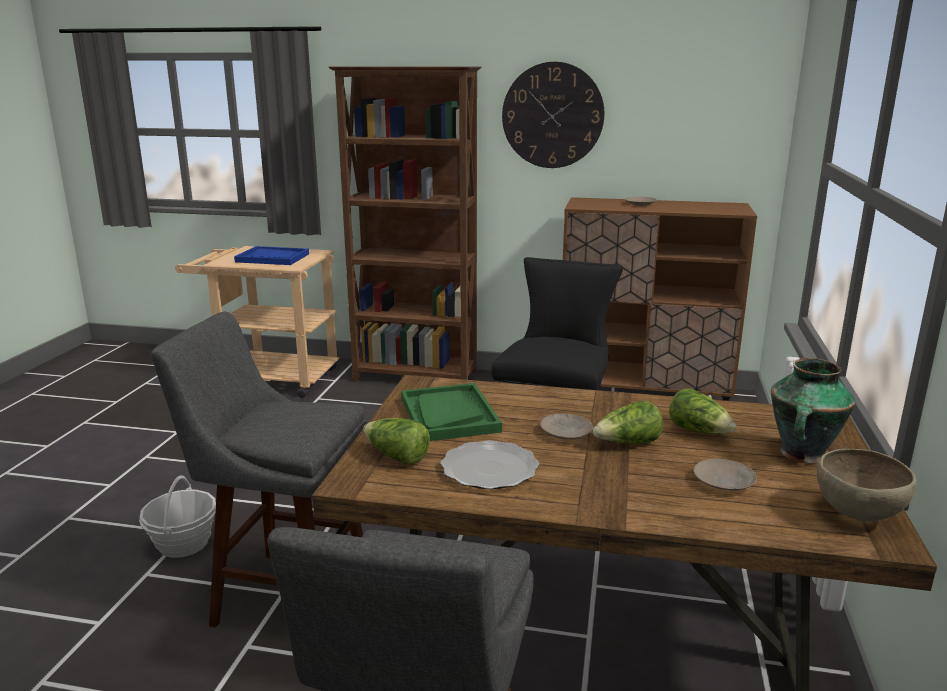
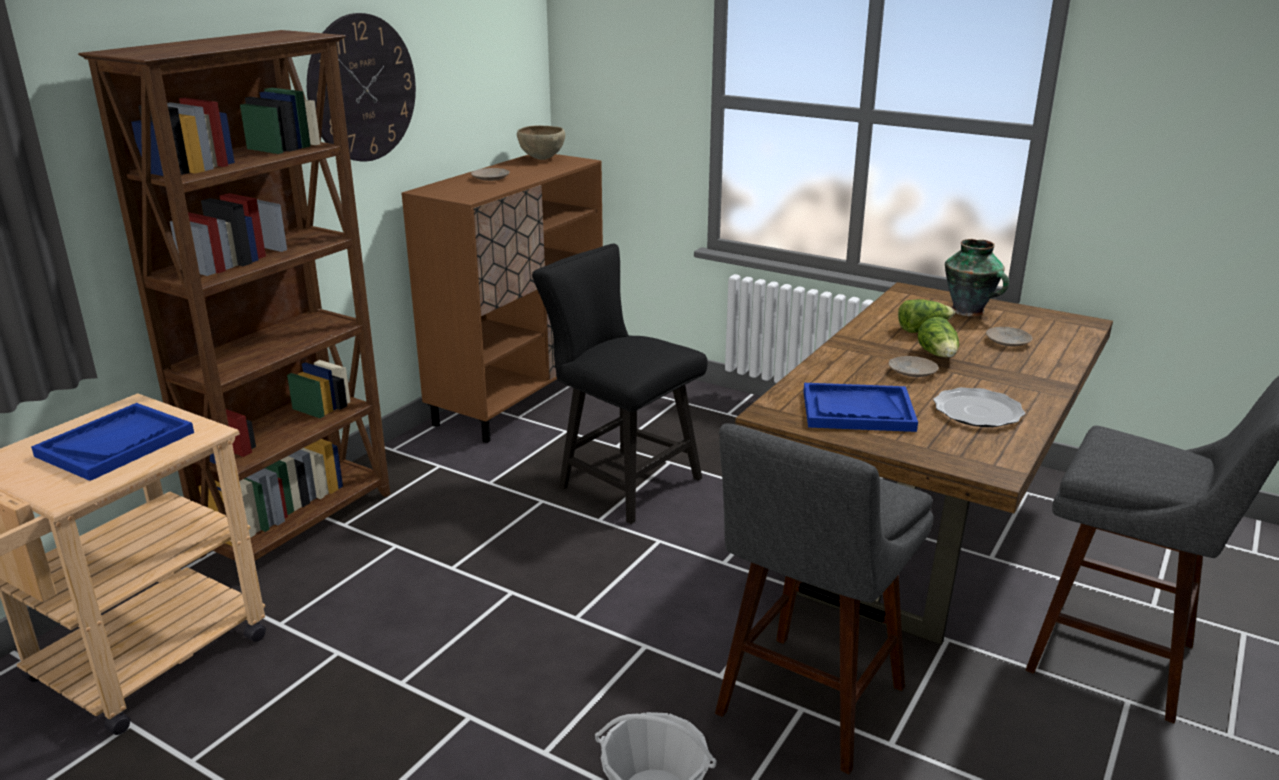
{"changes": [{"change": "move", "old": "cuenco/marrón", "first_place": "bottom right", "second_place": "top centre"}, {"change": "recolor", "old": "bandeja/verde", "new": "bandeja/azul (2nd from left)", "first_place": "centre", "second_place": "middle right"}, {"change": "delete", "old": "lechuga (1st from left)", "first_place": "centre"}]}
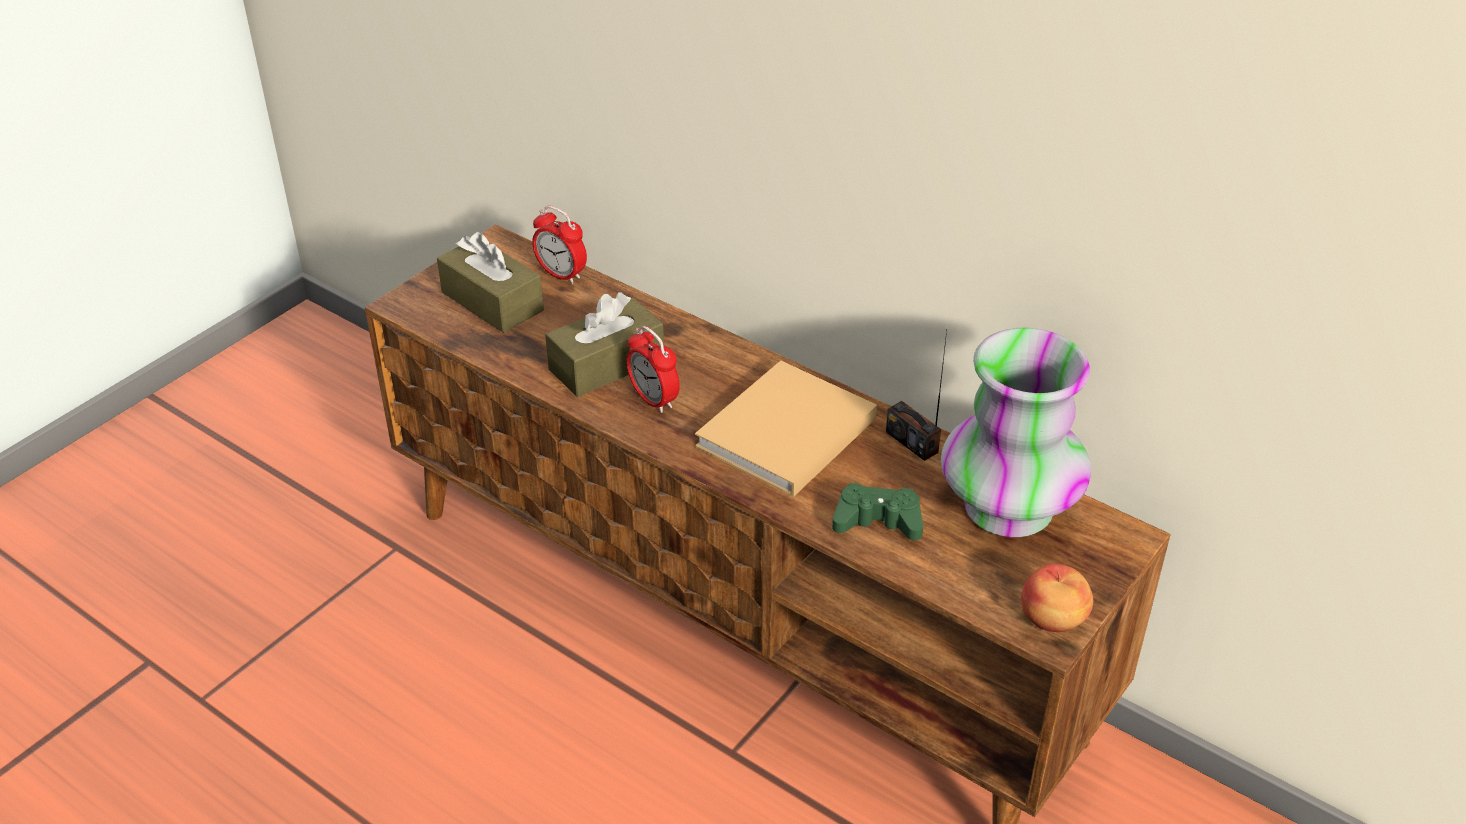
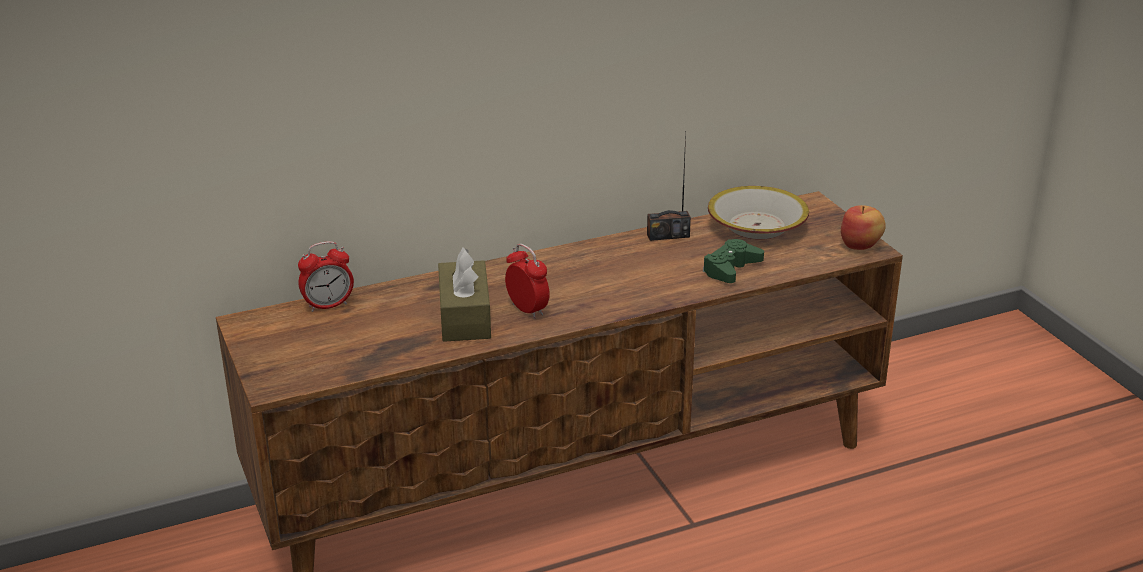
{"changes": [{"change": "rotate", "old": "despertador (2nd from left)", "first_place": "centre", "second_place": "centre", "degrees": -120}, {"change": "replace", "old": "florero", "new": "cuenco", "first_place": "middle right", "second_place": "centre"}, {"change": "delete", "old": "caja de pañuelos/marrón (1st from left)", "first_place": "centre"}, {"change": "delete", "old": "libro/beis", "first_place": "centre"}]}
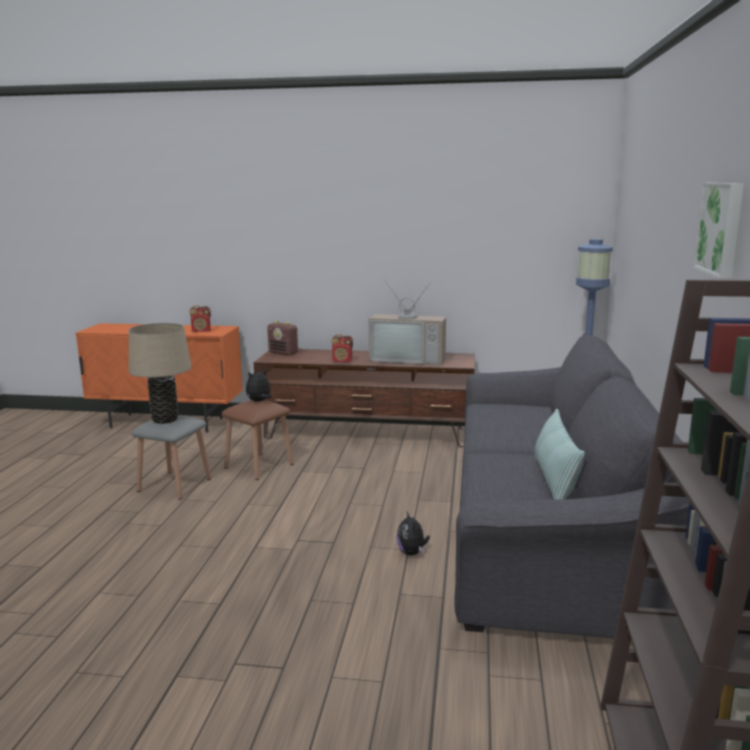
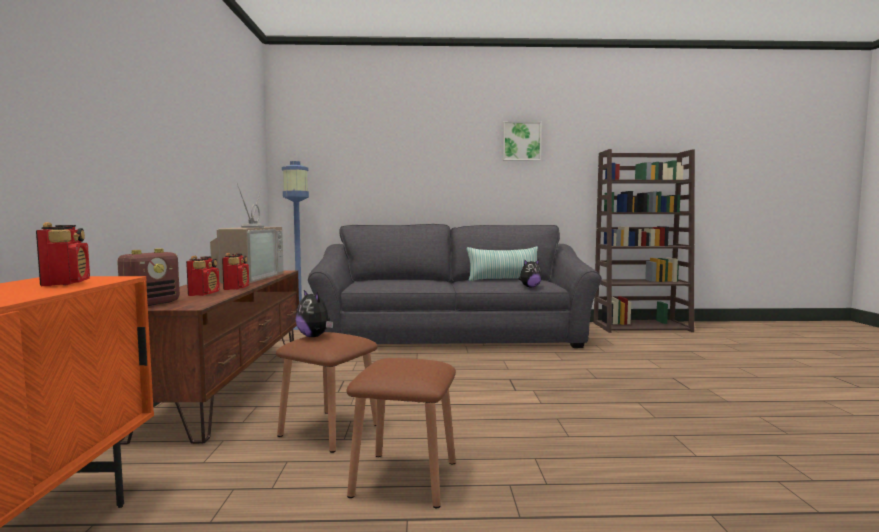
{"changes": [{"change": "insert", "new": "radio (3rd from left)", "second_place": "middle left"}, {"change": "recolor", "old": "taburete/gris", "new": "taburete/marrón (2nd from left)", "first_place": "middle left", "second_place": "bottom centre"}, {"change": "move", "old": "peluche (2nd from left)", "first_place": "bottom centre", "second_place": "centre"}, {"change": "delete", "old": "lámpara de mesa/beis", "first_place": "middle left"}]}
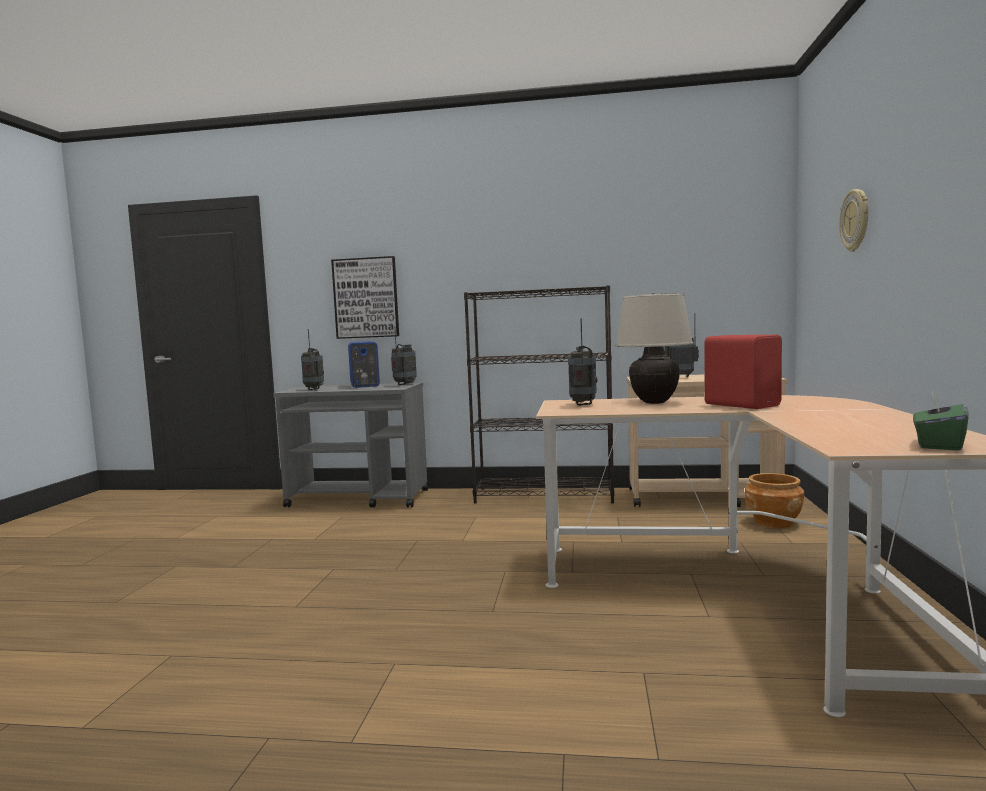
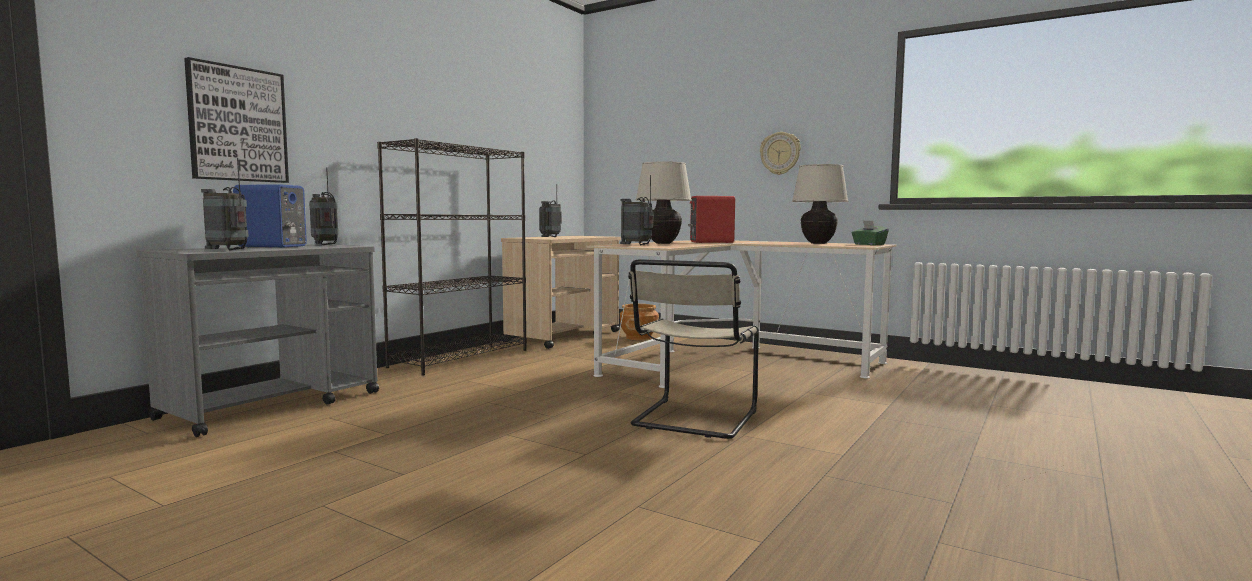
{"changes": [{"change": "insert", "new": "silla/beis", "second_place": "centre"}, {"change": "move", "old": "reloj de pared", "first_place": "top right", "second_place": "top centre"}, {"change": "insert", "new": "lámpara de mesa/beis (2nd from left)", "second_place": "centre"}]}
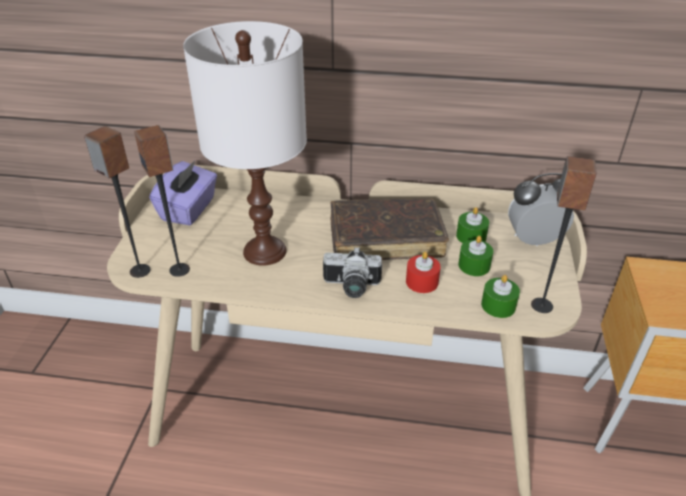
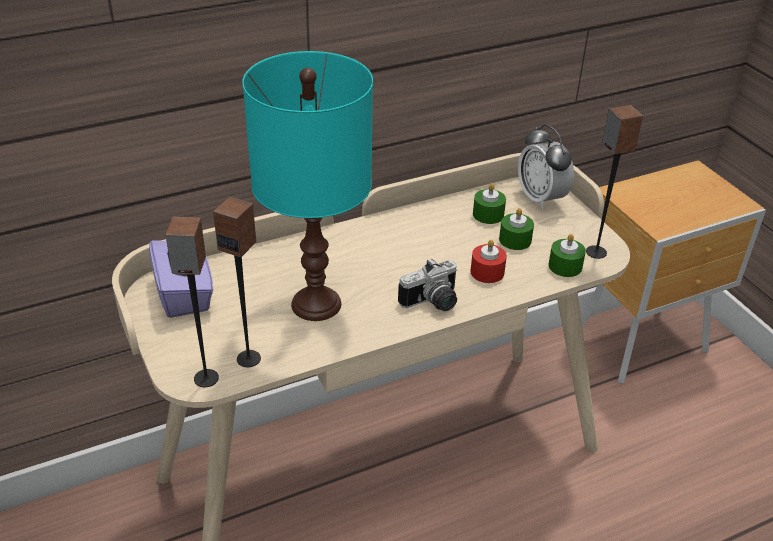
{"changes": [{"change": "recolor", "old": "lámpara de mesa/blanco", "new": "lámpara de mesa/turquesa", "first_place": "top centre", "second_place": "centre"}, {"change": "rotate", "old": "despertador", "first_place": "middle right", "second_place": "top right", "degrees": -75}, {"change": "delete", "old": "libro/marrón", "first_place": "centre"}]}
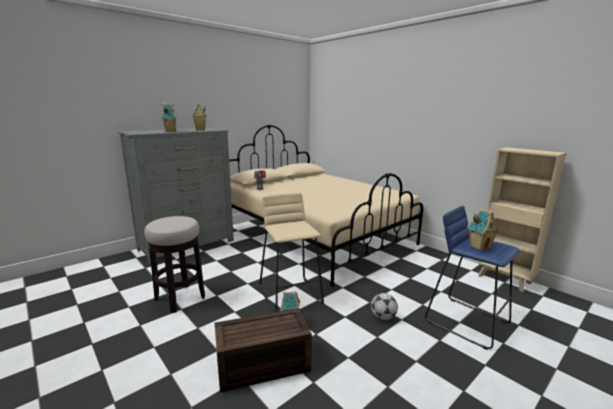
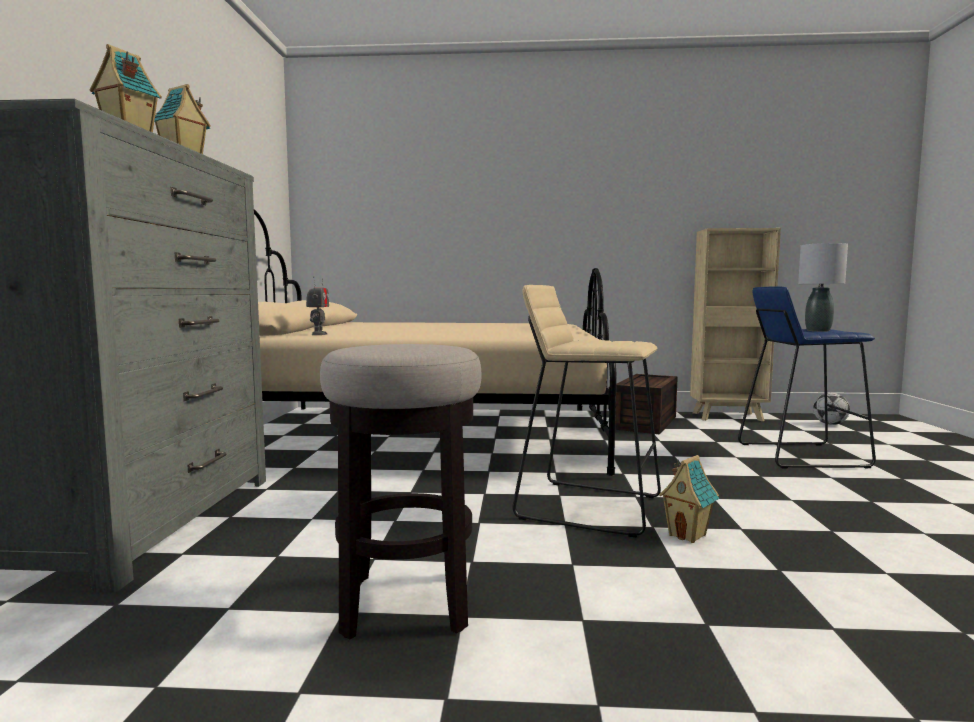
{"changes": [{"change": "move", "old": "caja de almacenaje/marrón", "first_place": "bottom centre", "second_place": "centre"}, {"change": "replace", "old": "casita (4th from left)", "new": "lámpara de mesa/gris", "first_place": "middle right", "second_place": "middle right"}, {"change": "move", "old": "balón de fútbol", "first_place": "bottom centre", "second_place": "middle right"}]}
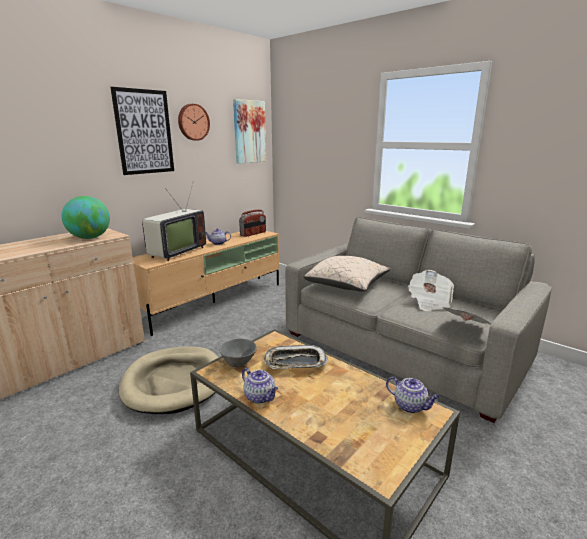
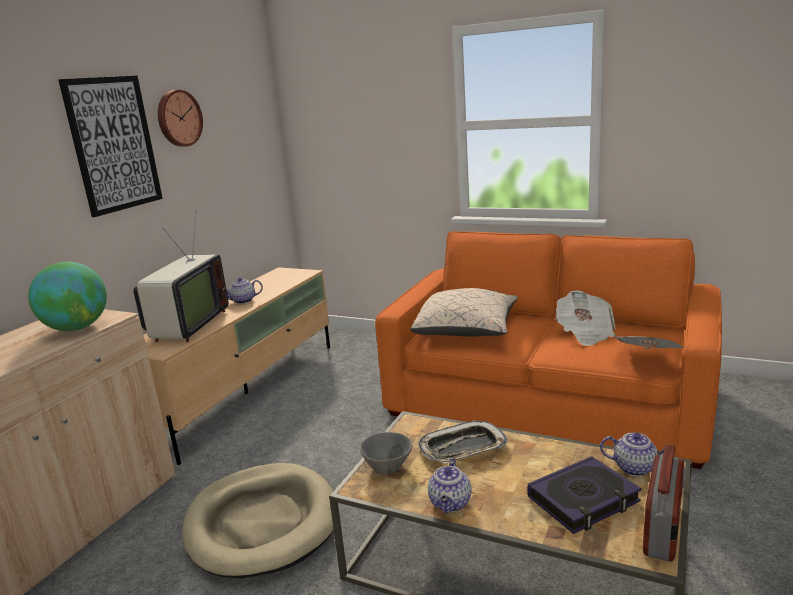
{"changes": [{"change": "recolor", "old": "sofá/gris", "new": "sofá/naranja", "first_place": "middle right", "second_place": "middle right"}, {"change": "rotate", "old": "tetera (2nd from left)", "first_place": "bottom centre", "second_place": "bottom centre", "degrees": 75}, {"change": "insert", "new": "libro", "second_place": "bottom right"}, {"change": "move", "old": "radio", "first_place": "centre", "second_place": "bottom right"}, {"change": "delete", "old": "cuadro (2nd from left)", "first_place": "top centre"}]}
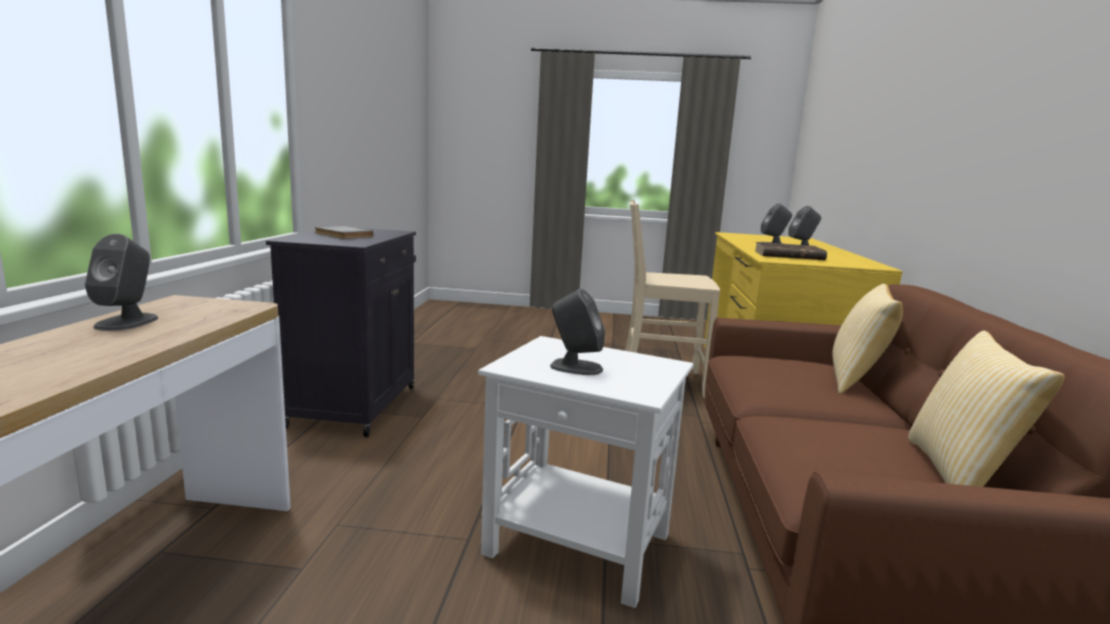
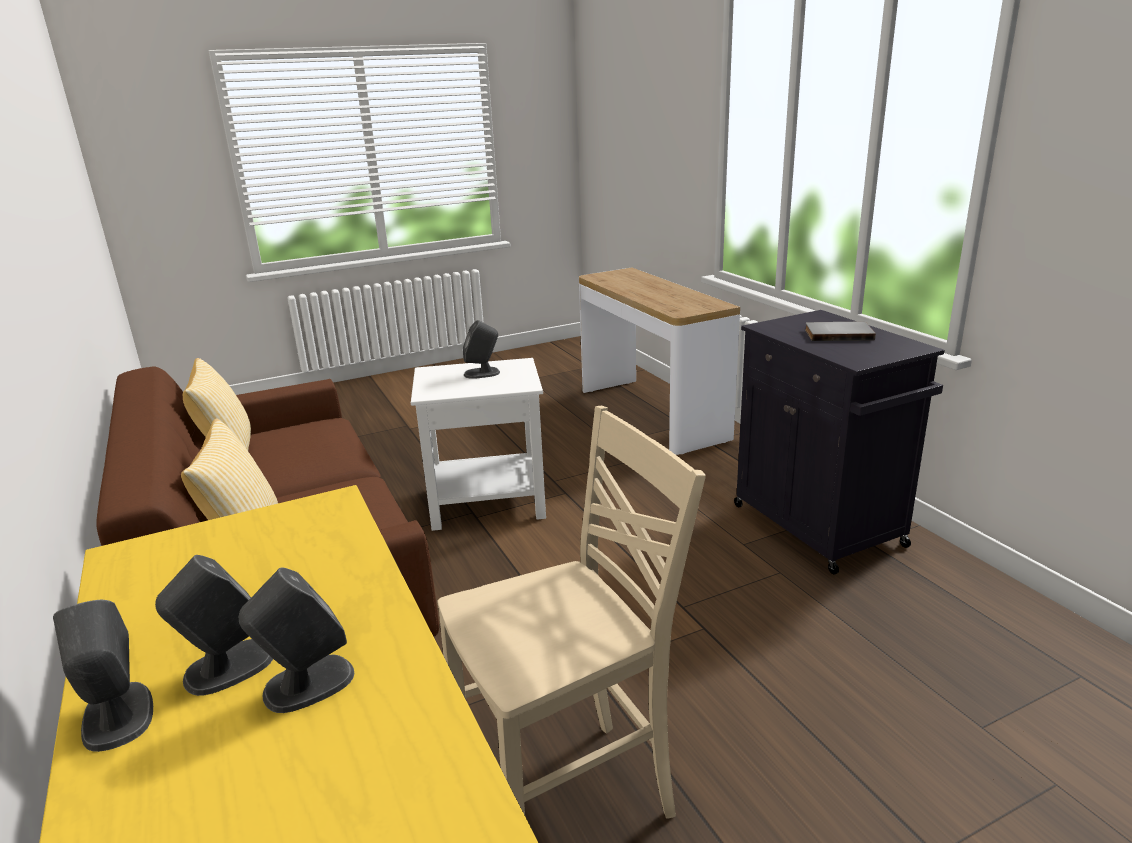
{"changes": [{"change": "move", "old": "altavoz/gris (1st from left)", "first_place": "middle left", "second_place": "bottom left"}, {"change": "delete", "old": "libro/marrón", "first_place": "middle right"}]}
